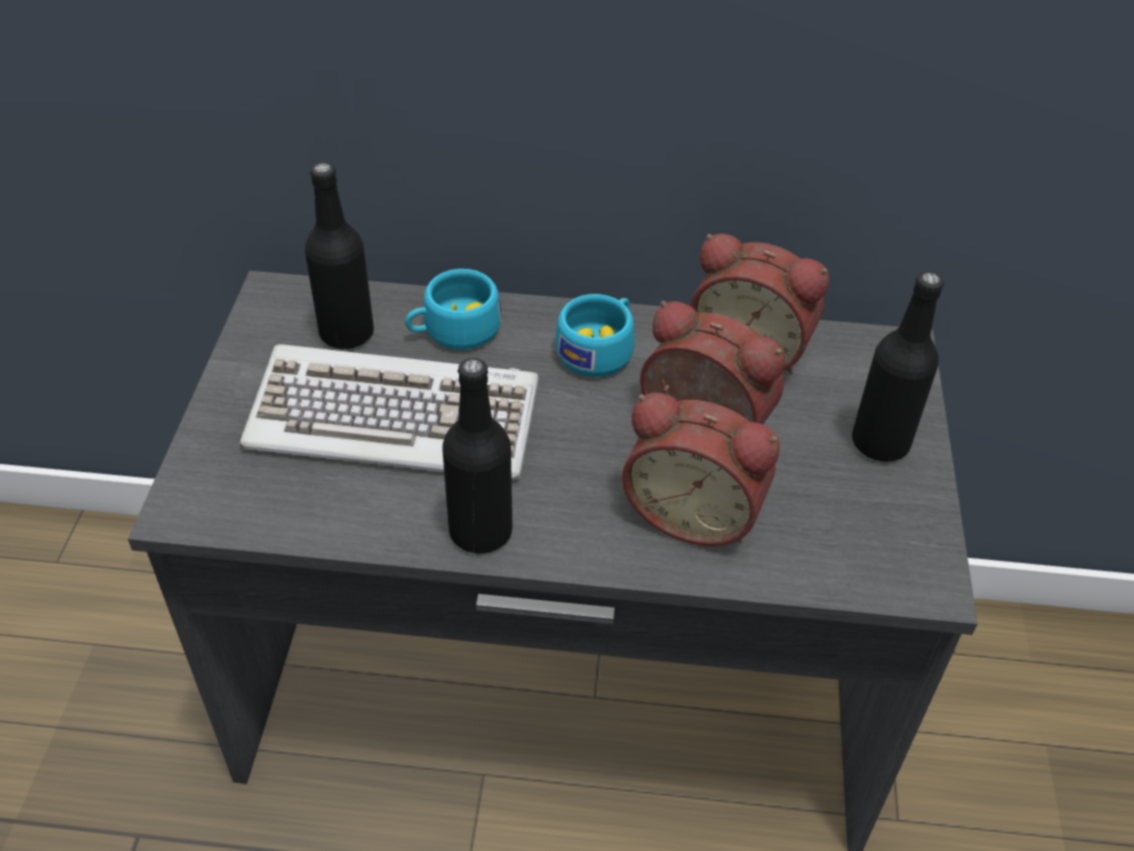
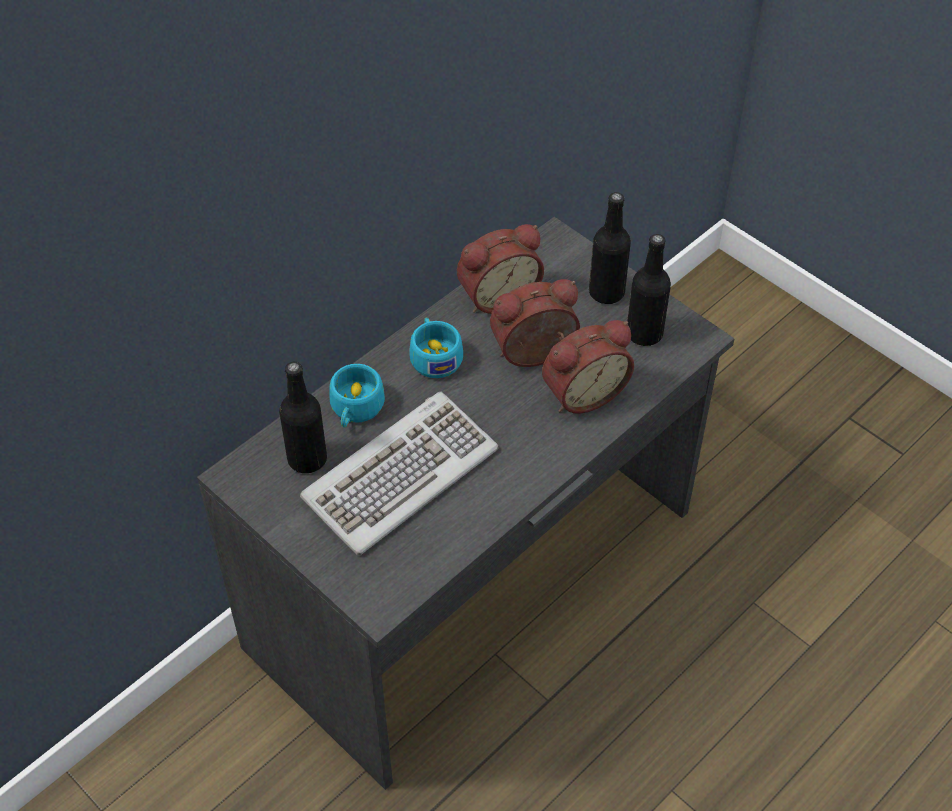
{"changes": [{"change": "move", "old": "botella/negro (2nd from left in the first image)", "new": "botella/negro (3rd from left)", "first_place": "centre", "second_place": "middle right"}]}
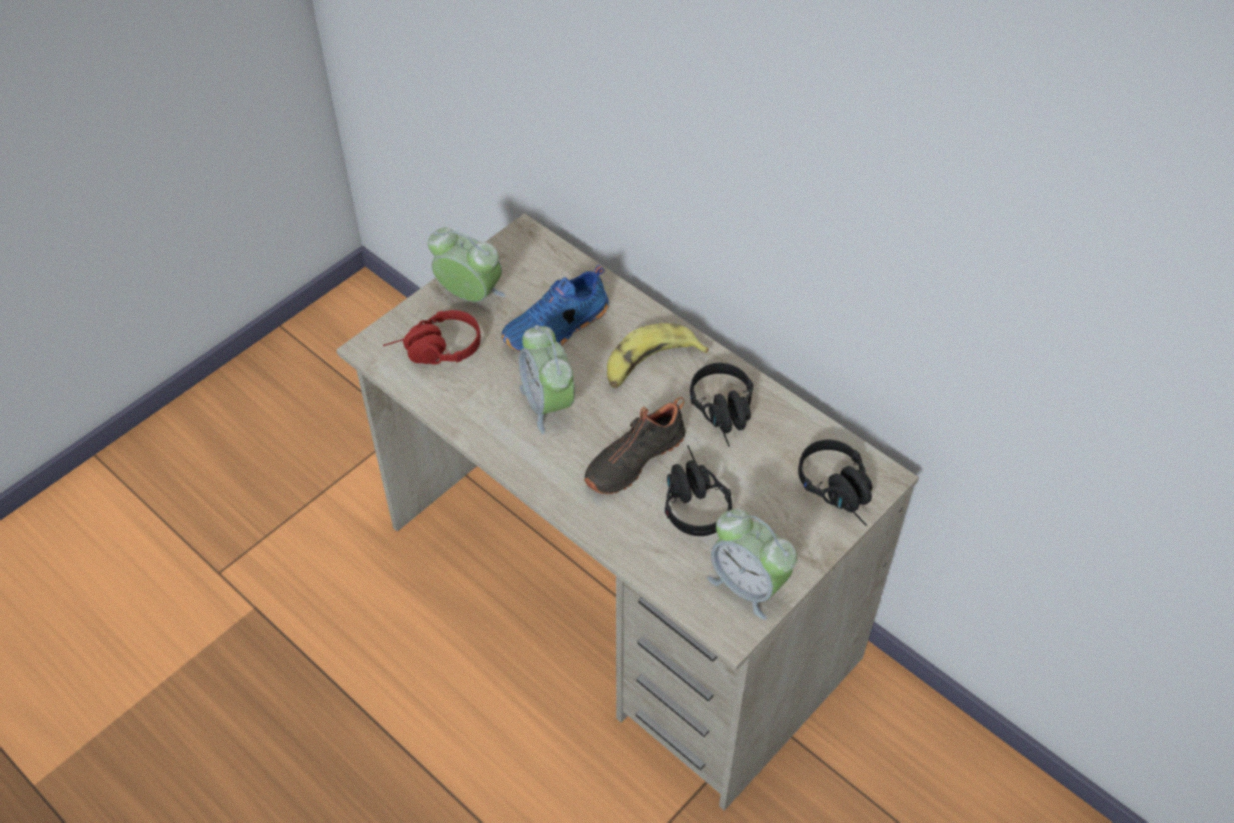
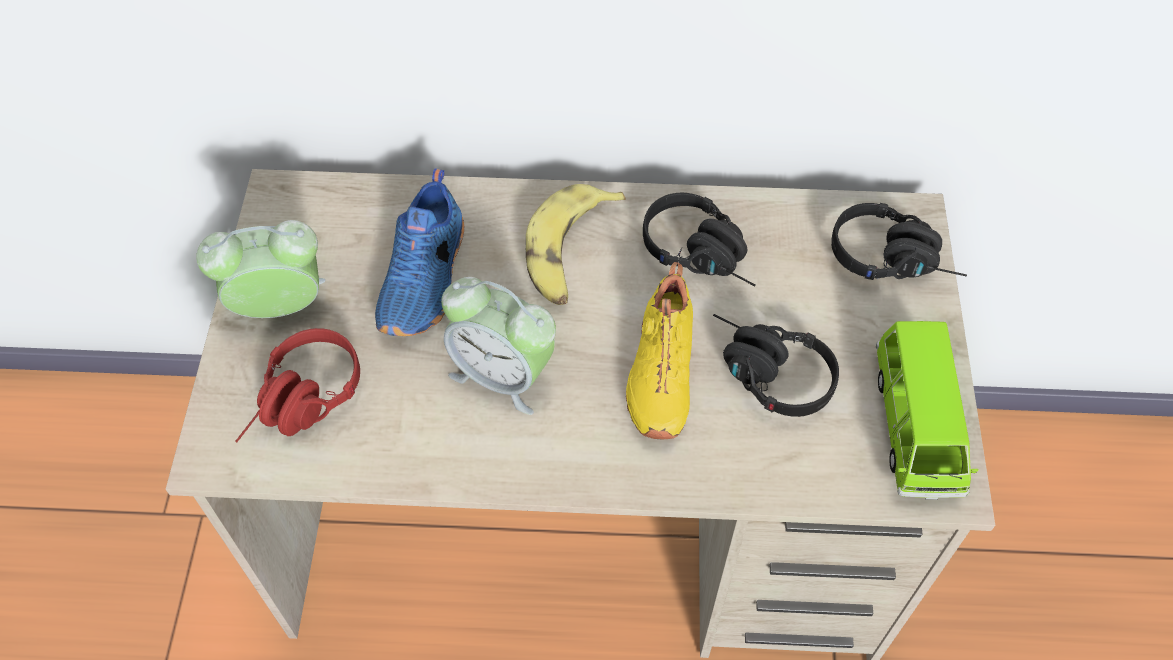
{"changes": [{"change": "recolor", "old": "zapato/negro", "new": "zapato/amarillo", "first_place": "centre", "second_place": "centre"}, {"change": "replace", "old": "despertador (3rd from left)", "new": "coche de juguete/verde", "first_place": "bottom centre", "second_place": "middle right"}]}
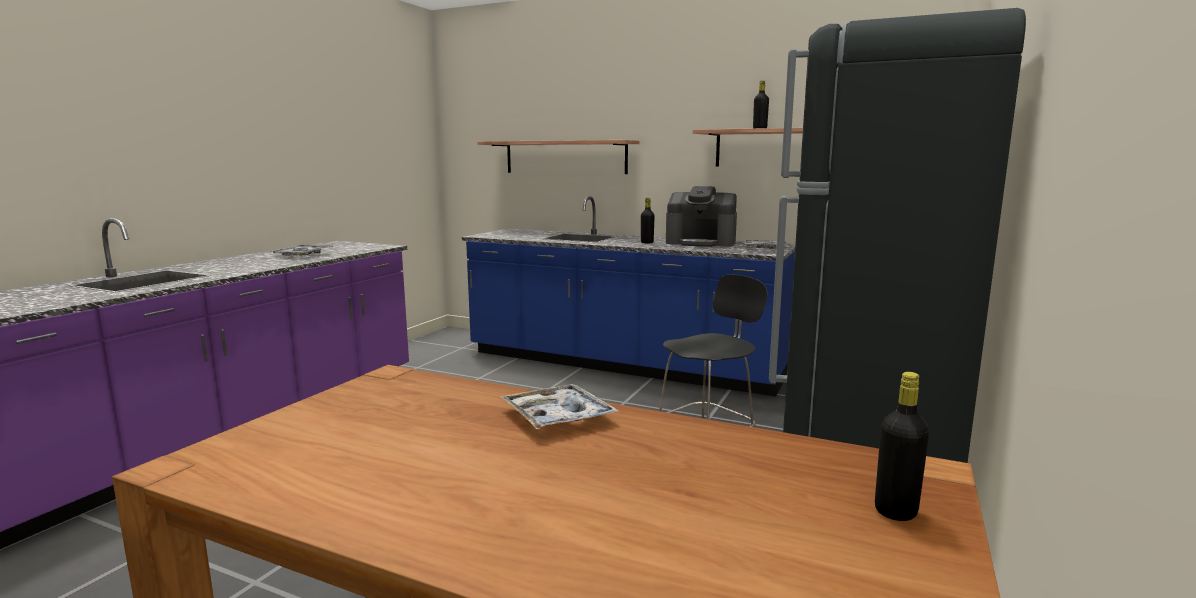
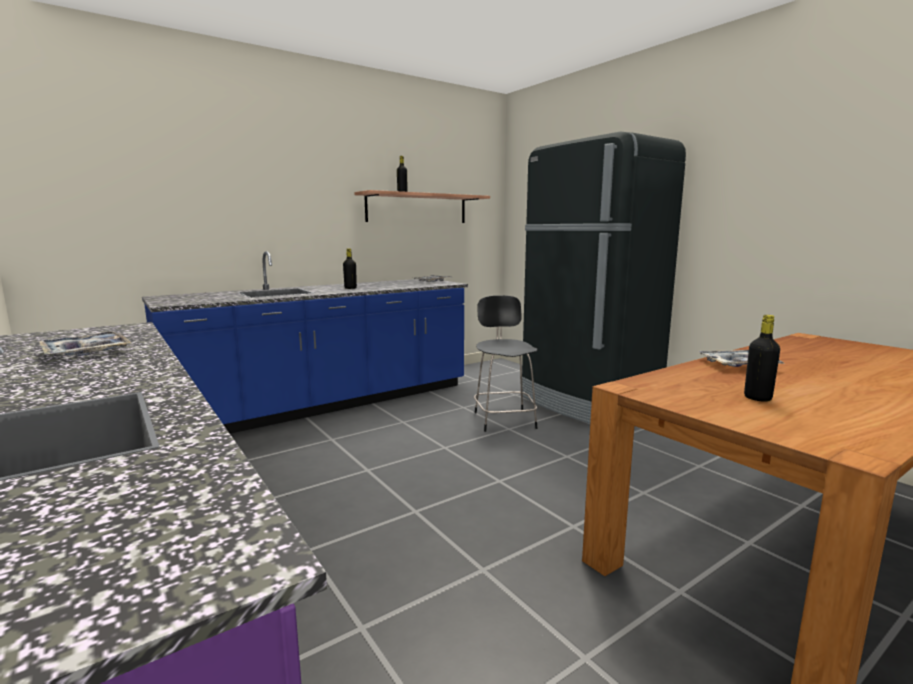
{"changes": [{"change": "move", "old": "botella/negro (3rd from left)", "first_place": "bottom right", "second_place": "middle right"}, {"change": "delete", "old": "estante (1st from left)", "first_place": "top centre"}, {"change": "delete", "old": "cafetera", "first_place": "centre"}]}
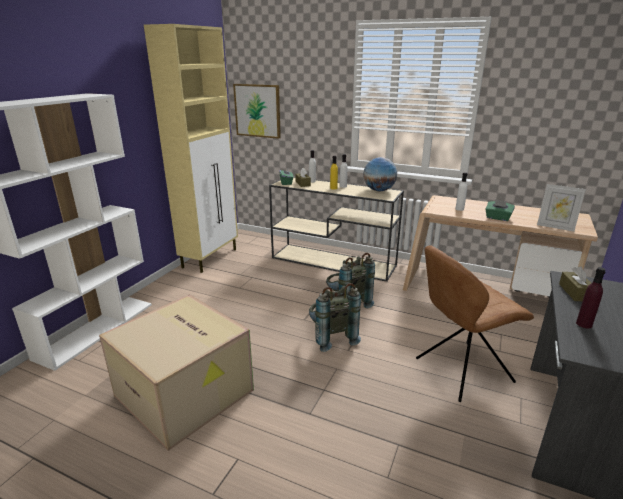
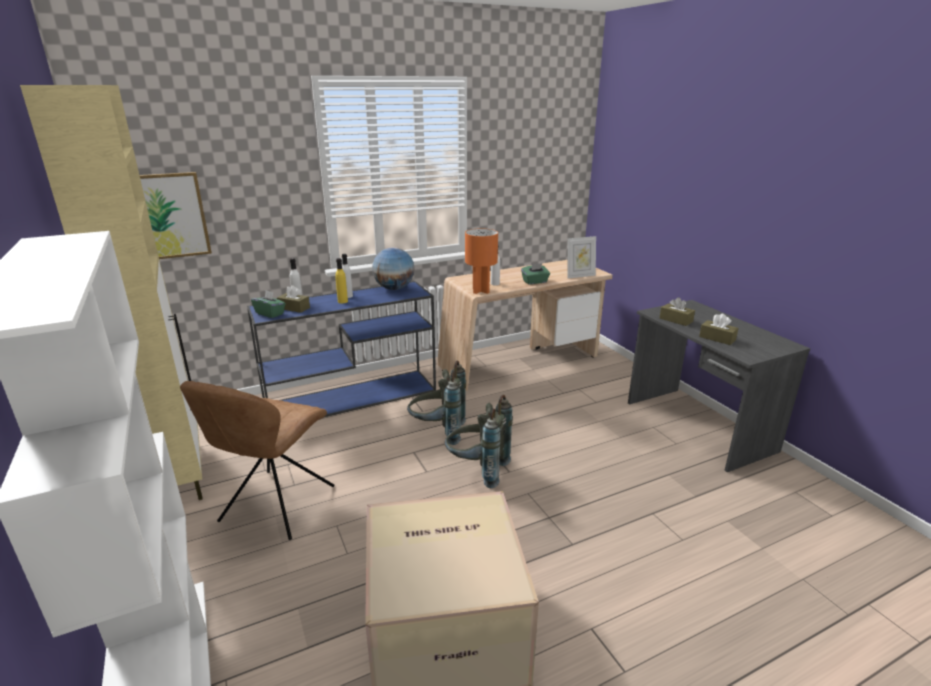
{"changes": [{"change": "move", "old": "silla/marrón", "first_place": "middle right", "second_place": "bottom left"}, {"change": "recolor", "old": "mesa consola/beis", "new": "mesa consola/azul", "first_place": "centre", "second_place": "centre"}, {"change": "insert", "new": "lámpara de mesa/naranja", "second_place": "centre"}, {"change": "replace", "old": "botella/morado", "new": "caja de pañuelos/marrón (3rd from left)", "first_place": "middle right", "second_place": "middle right"}]}
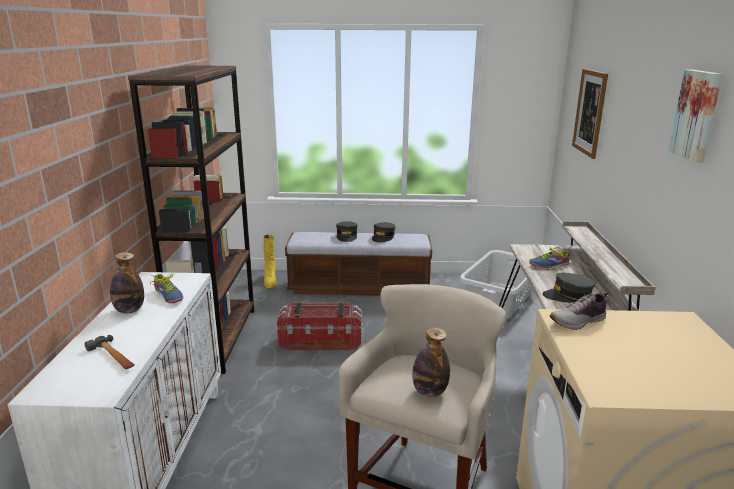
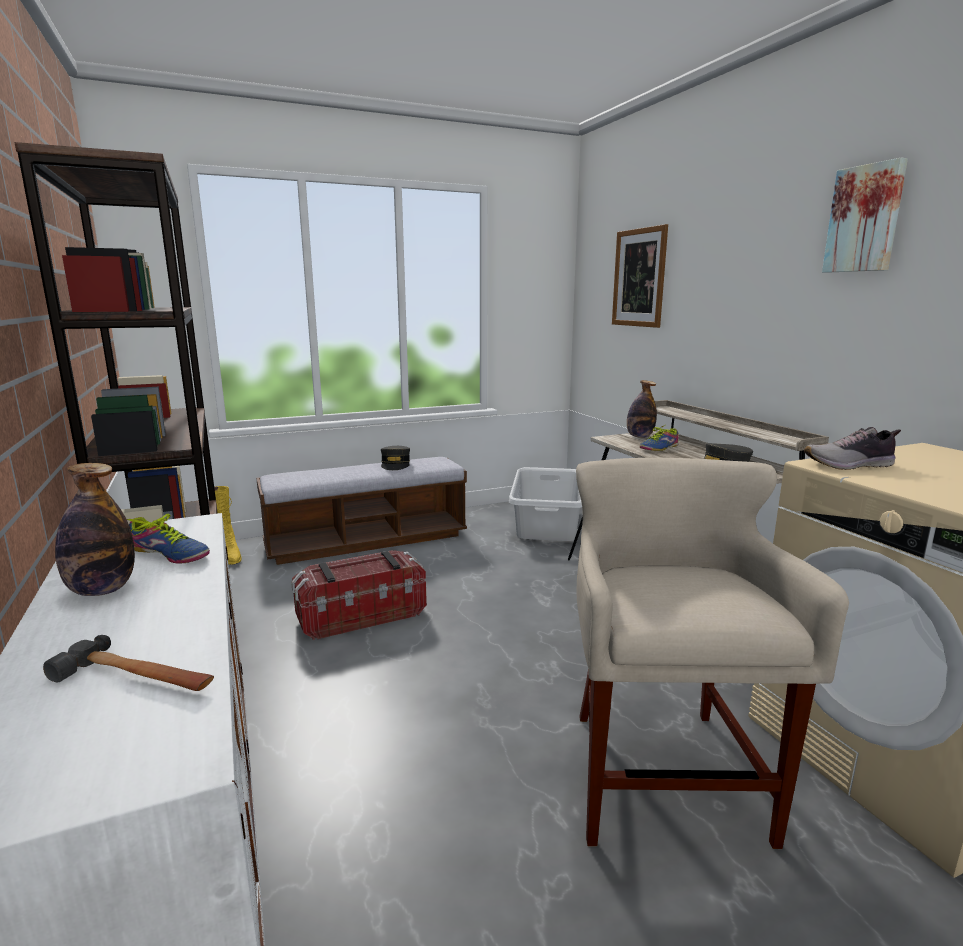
{"changes": [{"change": "move", "old": "botella (2nd from left)", "first_place": "bottom centre", "second_place": "middle right"}, {"change": "rotate", "old": "zapato (3rd from left)", "first_place": "middle right", "second_place": "middle right", "degrees": 45}, {"change": "delete", "old": "gorra/gris (1st from left)", "first_place": "centre"}]}
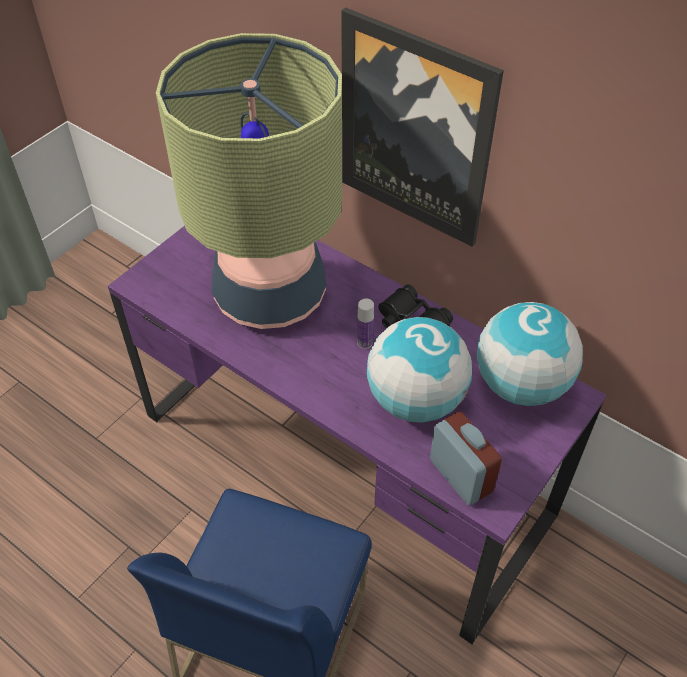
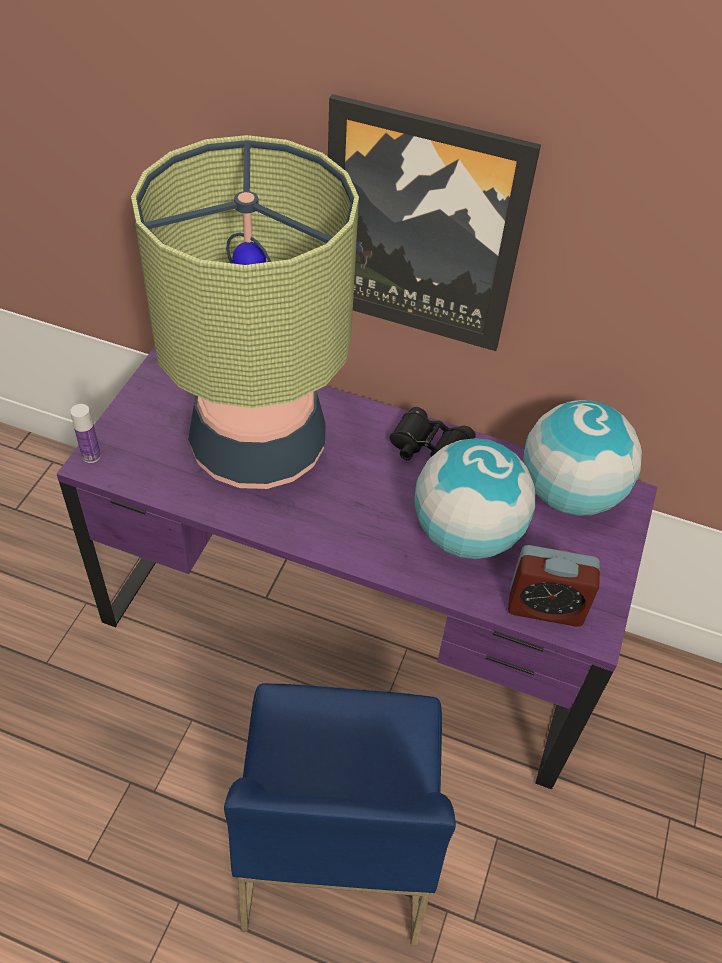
{"changes": [{"change": "move", "old": "botella", "first_place": "centre", "second_place": "middle left"}, {"change": "rotate", "old": "despertador", "first_place": "bottom right", "second_place": "middle right", "degrees": 150}]}
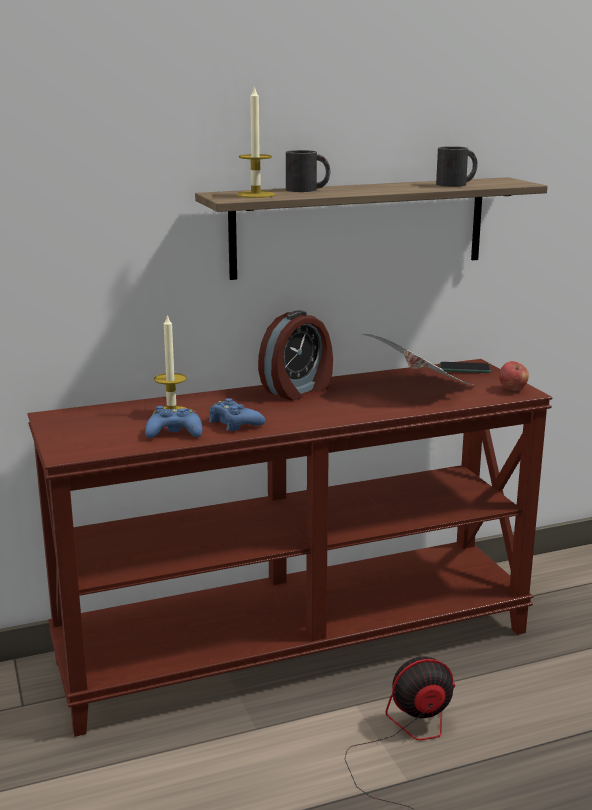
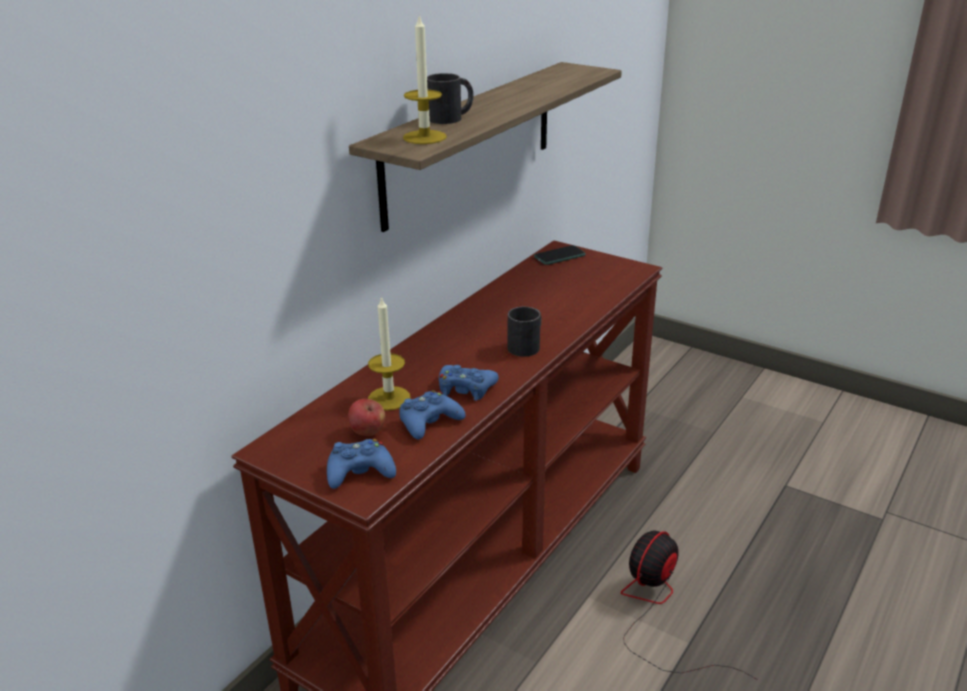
{"changes": [{"change": "insert", "new": "mando de consola/azul (1st from left)", "second_place": "bottom centre"}, {"change": "move", "old": "manzana", "first_place": "middle right", "second_place": "centre"}, {"change": "move", "old": "taza grande/negro (2nd from left)", "first_place": "top right", "second_place": "centre"}, {"change": "delete", "old": "despertador", "first_place": "centre"}, {"change": "delete", "old": "periódico", "first_place": "middle right"}]}
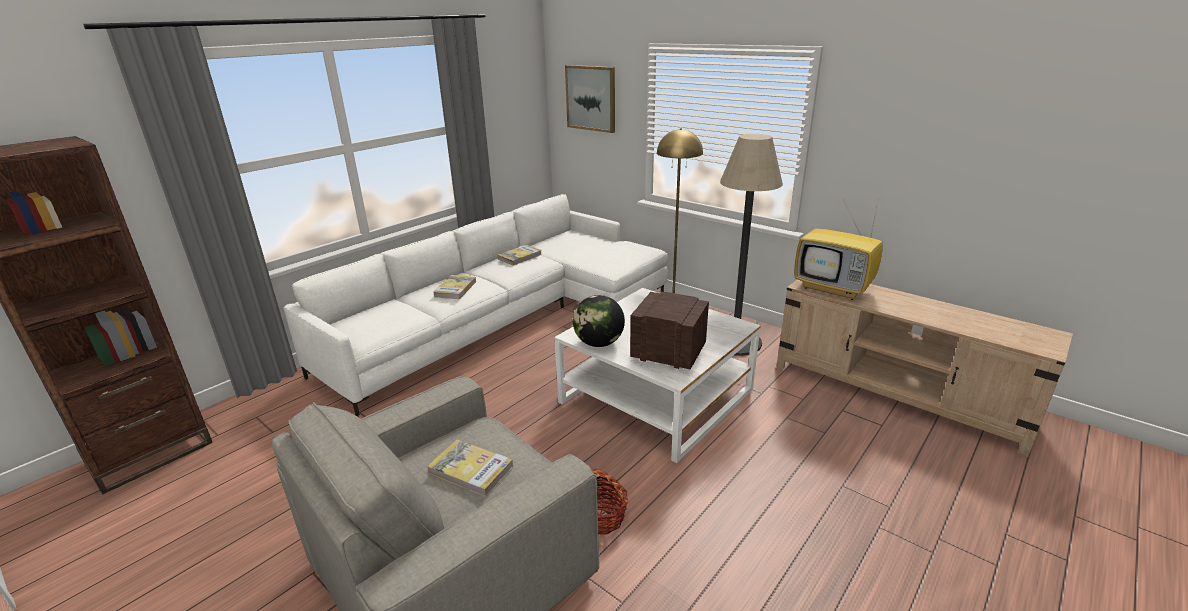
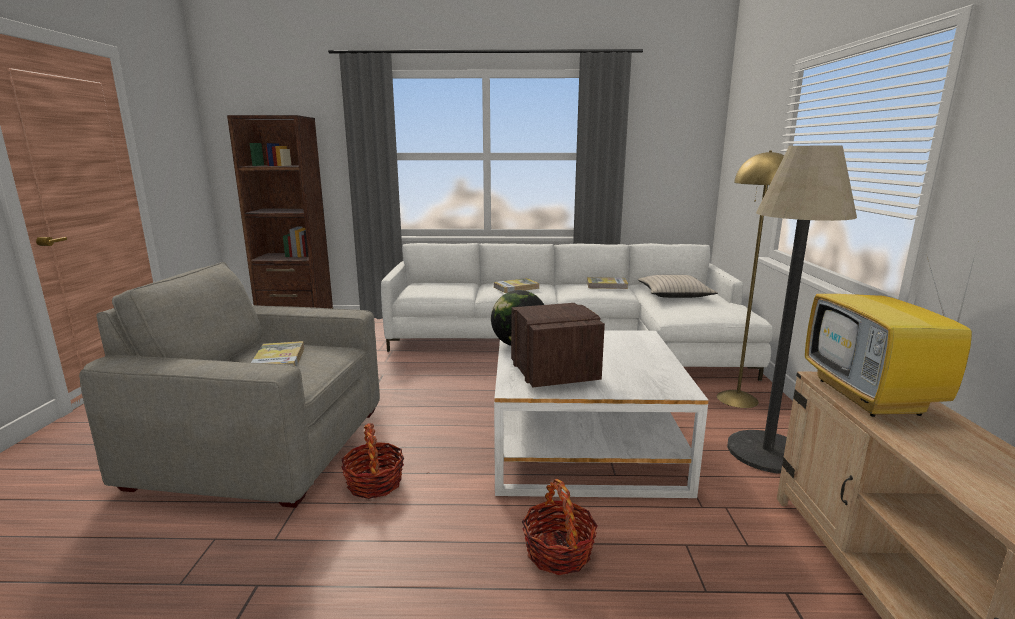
{"changes": [{"change": "insert", "new": "cesta (2nd from left)", "second_place": "bottom centre"}, {"change": "insert", "new": "cojín/beis", "second_place": "middle right"}, {"change": "delete", "old": "cuadro", "first_place": "top centre"}]}
